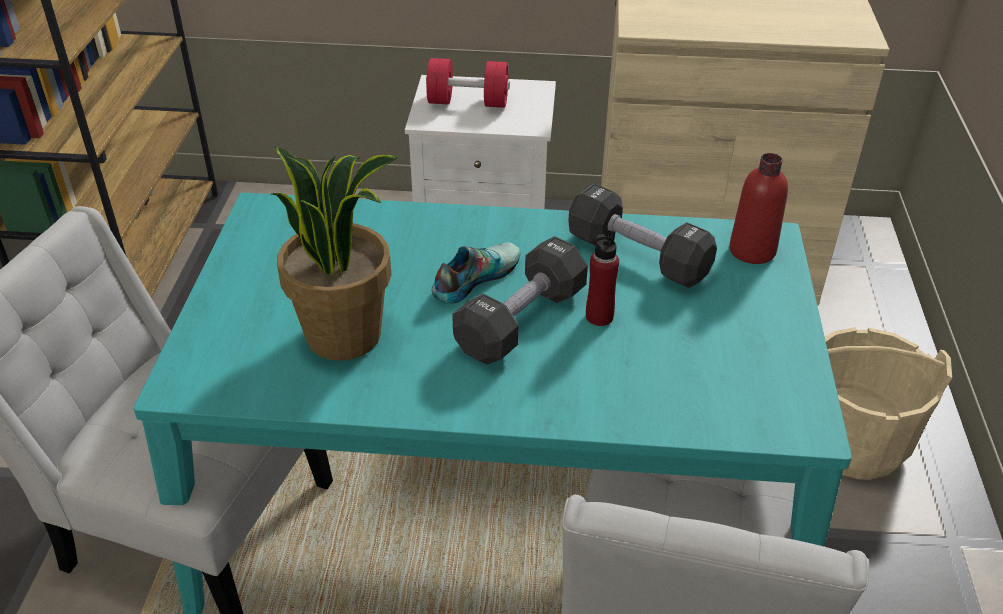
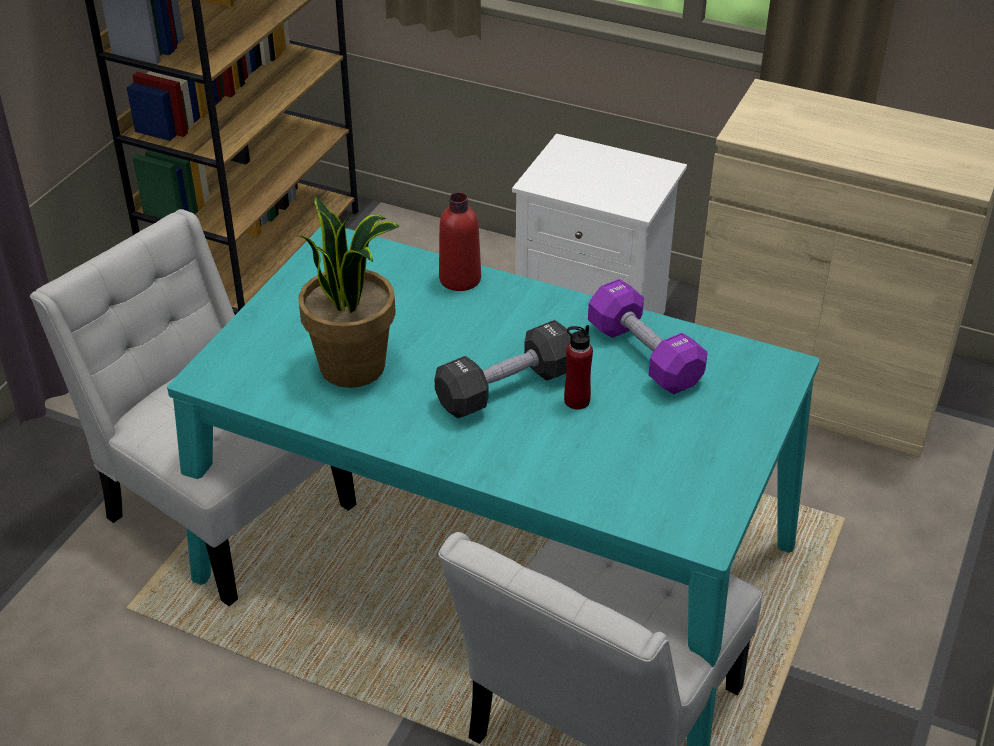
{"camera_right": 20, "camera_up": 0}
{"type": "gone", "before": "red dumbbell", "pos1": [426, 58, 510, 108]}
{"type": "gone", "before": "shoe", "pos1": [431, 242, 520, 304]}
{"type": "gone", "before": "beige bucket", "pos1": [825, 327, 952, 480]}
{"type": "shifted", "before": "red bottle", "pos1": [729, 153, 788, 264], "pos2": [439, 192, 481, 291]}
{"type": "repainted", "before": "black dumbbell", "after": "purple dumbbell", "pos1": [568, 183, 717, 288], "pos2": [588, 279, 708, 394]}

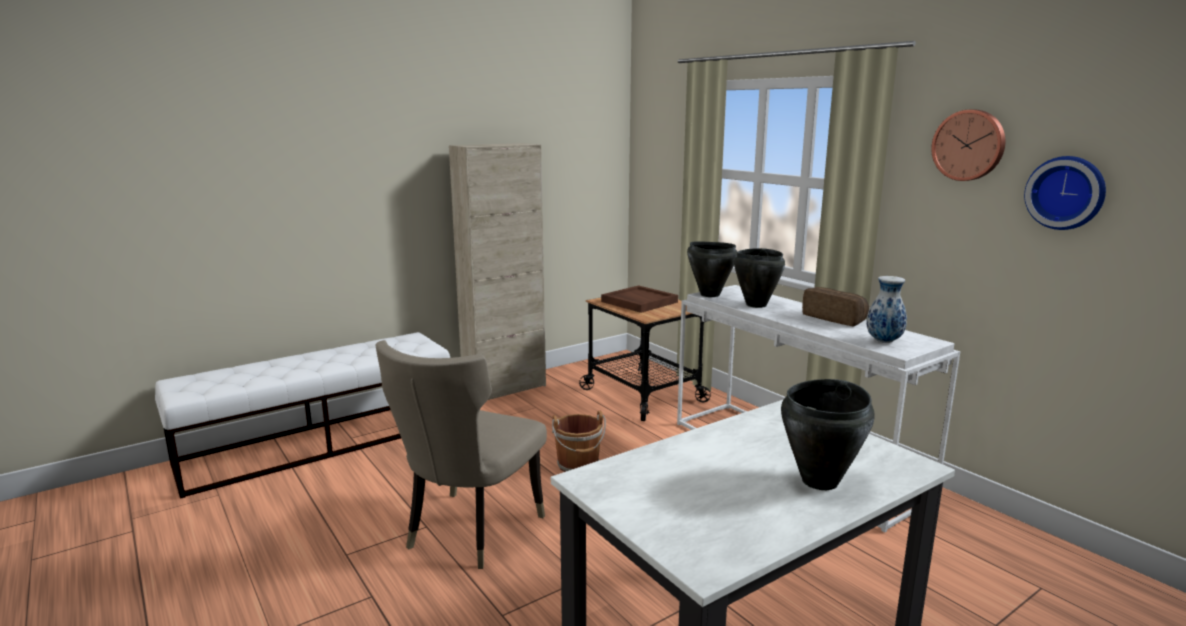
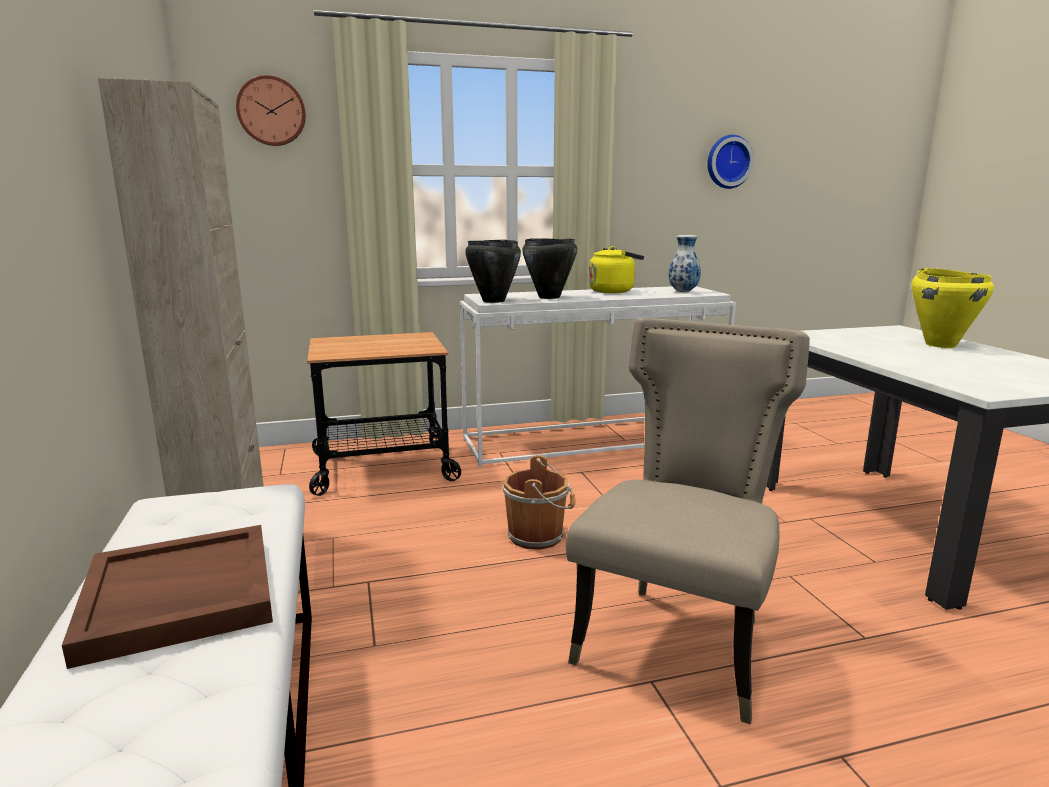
{"camera_right": -70, "camera_up": 0}
{"type": "shifted", "before": "brown tray", "pos1": [601, 285, 678, 313], "pos2": [62, 525, 273, 669]}
{"type": "shifted", "before": "wall clock", "pos1": [931, 110, 1005, 181], "pos2": [236, 75, 306, 146]}
{"type": "swapped", "before": "bread", "after": "yellow kettle", "pos1": [802, 287, 869, 327], "pos2": [589, 246, 644, 293]}
{"type": "repainted", "before": "black cooking pot", "after": "yellow cooking pot", "pos1": [781, 379, 875, 490], "pos2": [912, 268, 994, 348]}
{"type": "rotated", "before": "beige chair", "pos1": [375, 340, 547, 569], "pos2": [566, 318, 810, 725], "turn": -105}

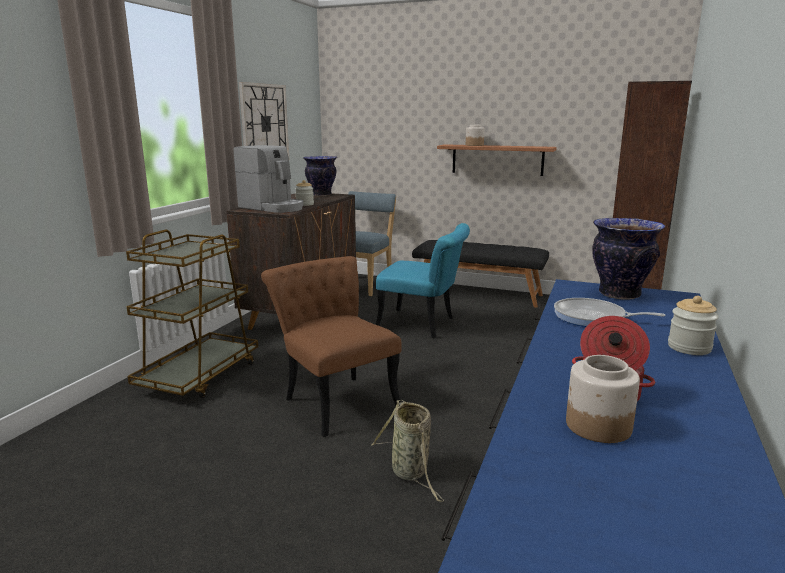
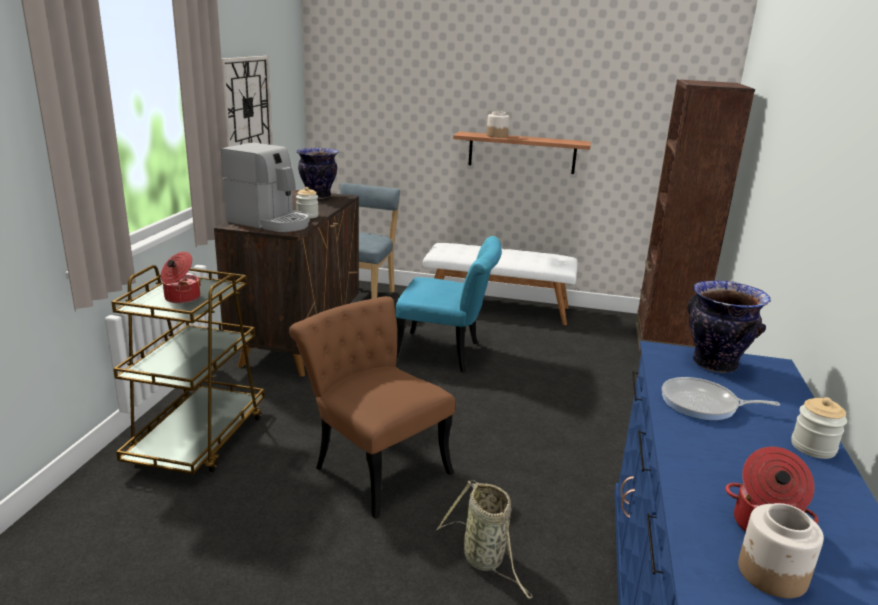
{"camera_right": -10, "camera_up": 5}
{"type": "new", "after": "cooking pot", "pos2": [161, 252, 201, 304]}
{"type": "repainted", "before": "black bench", "after": "white bench", "pos1": [412, 240, 549, 308], "pos2": [423, 243, 578, 325]}

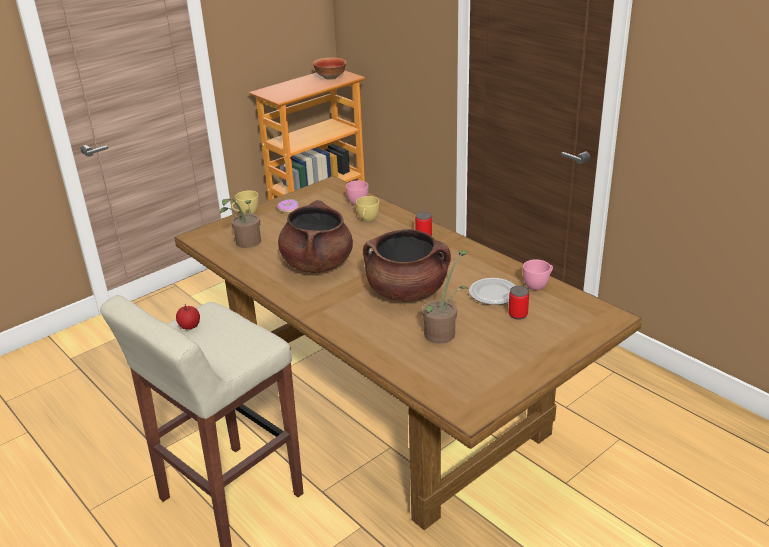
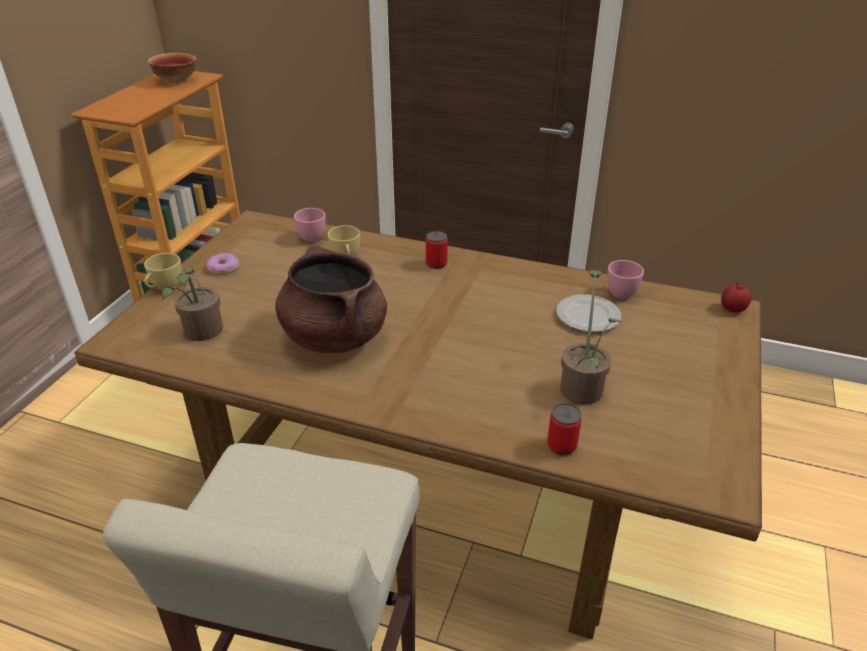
{"camera_right": -30, "camera_up": 5}
{"type": "gone", "before": "brown cooking pot", "pos1": [363, 229, 451, 302]}
{"type": "shifted", "before": "apple", "pos1": [176, 304, 200, 330], "pos2": [721, 283, 752, 313]}
{"type": "shifted", "before": "can", "pos1": [508, 286, 529, 320], "pos2": [547, 403, 582, 456]}

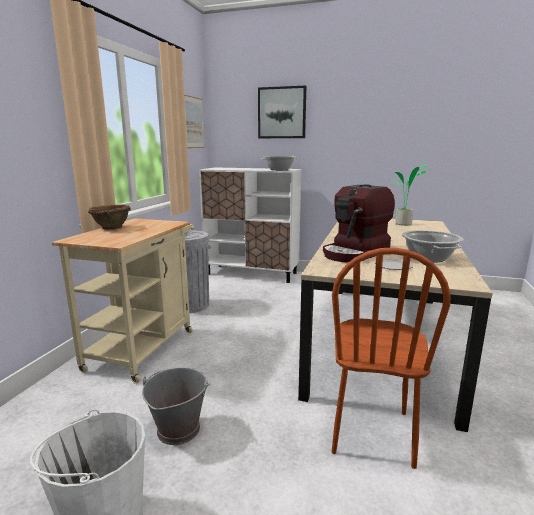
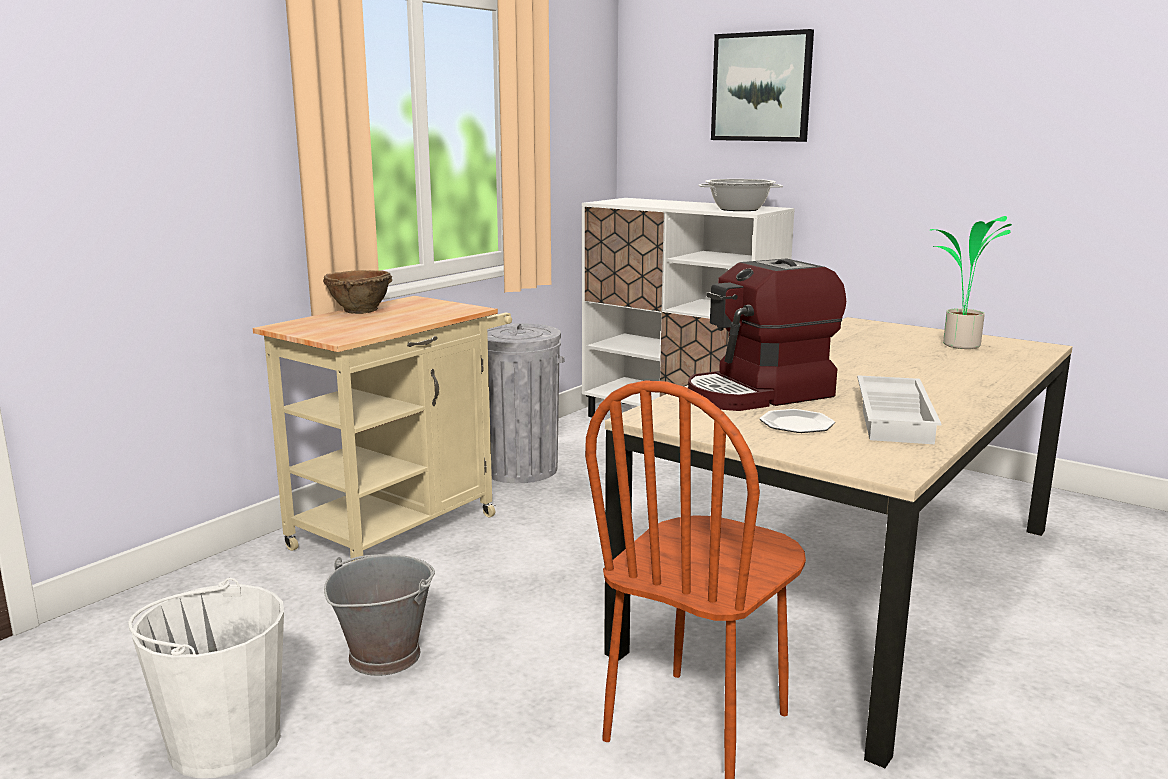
{"camera_right": 20, "camera_up": 0}
{"type": "gone", "before": "picture", "pos1": [184, 95, 204, 148]}
{"type": "swapped", "before": "cooking pot", "after": "white tray", "pos1": [402, 230, 464, 262], "pos2": [857, 375, 941, 444]}

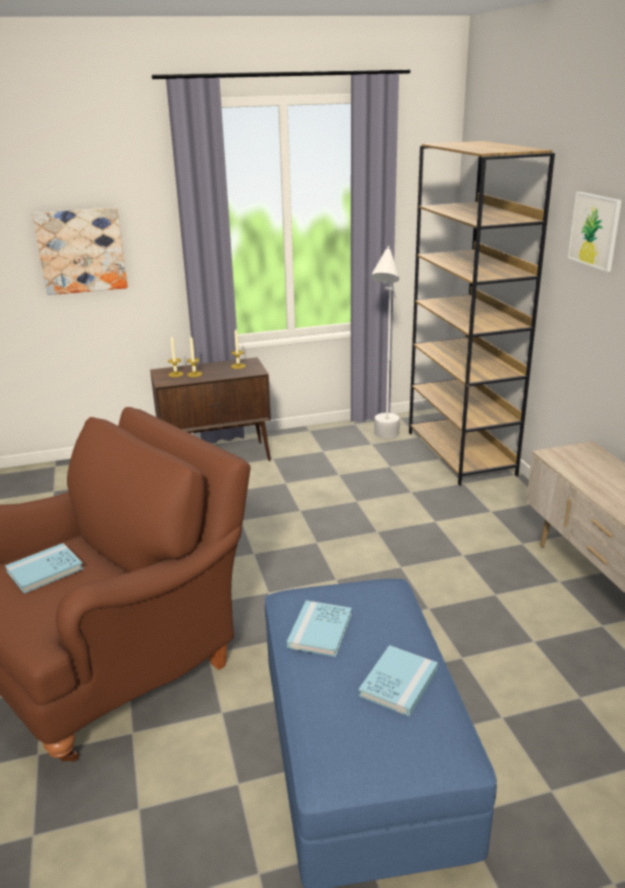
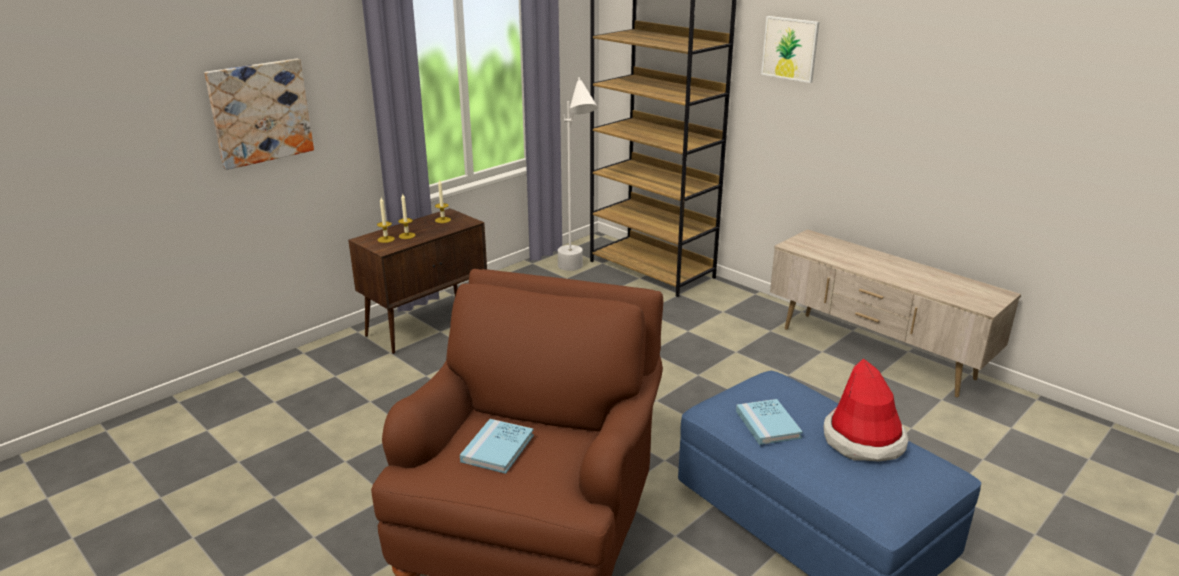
{"camera_right": -30, "camera_up": 0}
{"type": "swapped", "before": "blue book", "after": "hat", "pos1": [359, 645, 438, 717], "pos2": [823, 358, 908, 462]}

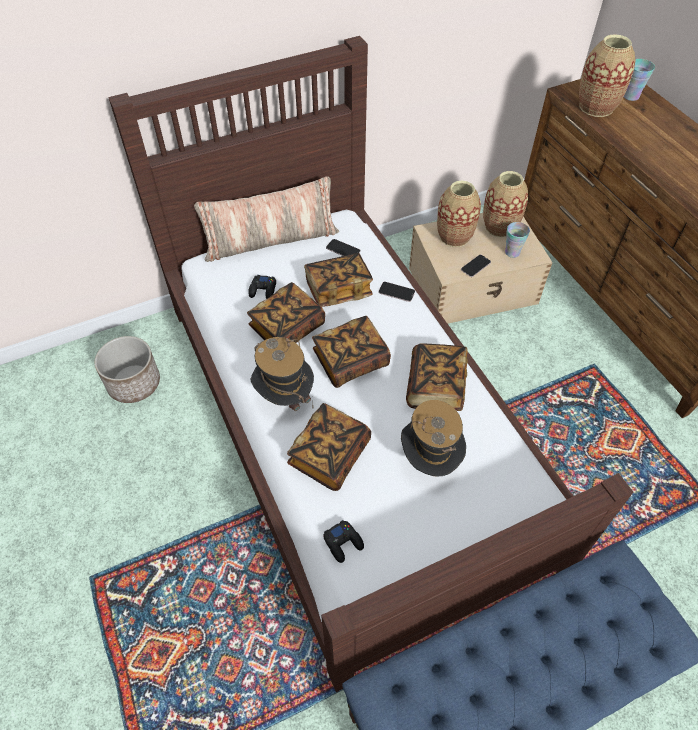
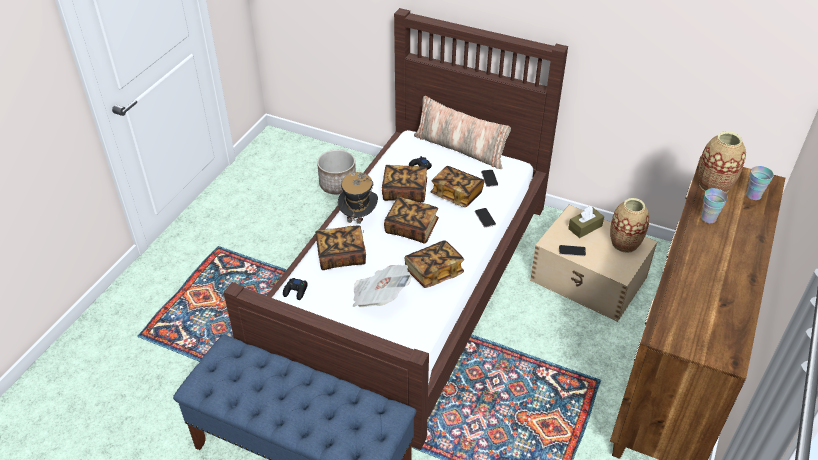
{"camera_right": 50, "camera_up": -10}
{"type": "shifted", "before": "cup", "pos1": [505, 222, 530, 258], "pos2": [701, 188, 728, 223]}
{"type": "swapped", "before": "hat", "after": "newspaper", "pos1": [401, 400, 466, 477], "pos2": [353, 265, 411, 307]}
{"type": "swapped", "before": "vase", "after": "brown tissue box", "pos1": [437, 180, 481, 247], "pos2": [568, 206, 604, 238]}

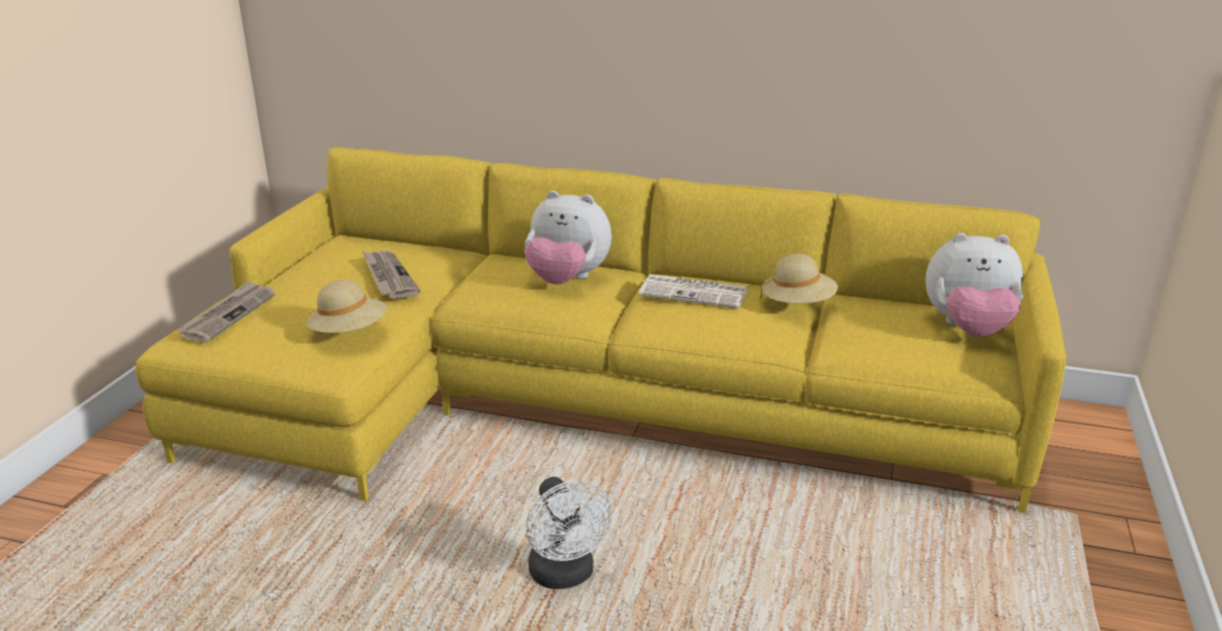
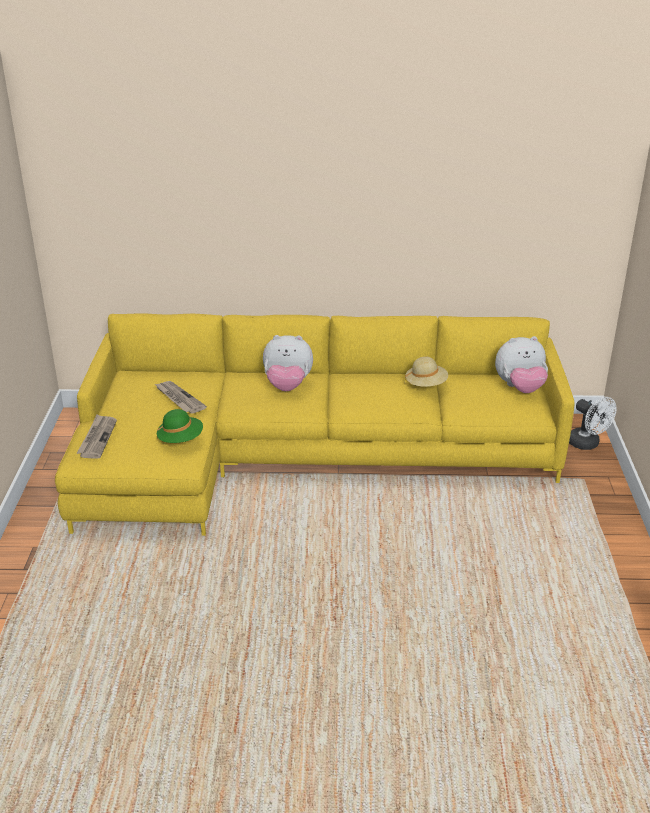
{"camera_right": -15, "camera_up": 5}
{"type": "gone", "before": "newspaper", "pos1": [639, 274, 748, 309]}
{"type": "shifted", "before": "white fan", "pos1": [526, 477, 613, 589], "pos2": [569, 397, 616, 450]}
{"type": "repainted", "before": "beige hat", "after": "green hat", "pos1": [306, 280, 387, 333], "pos2": [157, 409, 203, 443]}

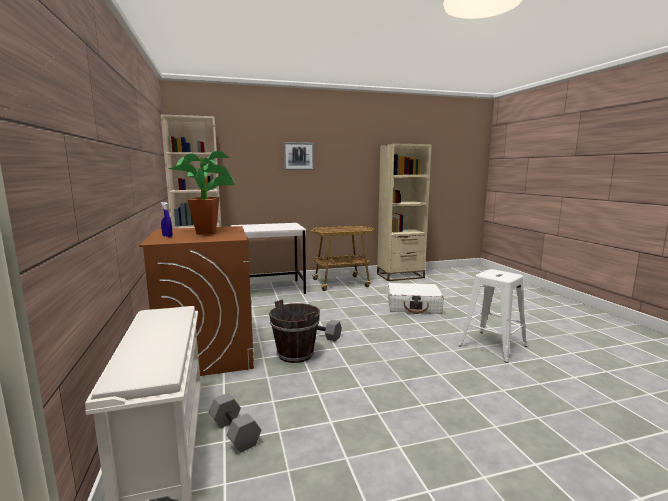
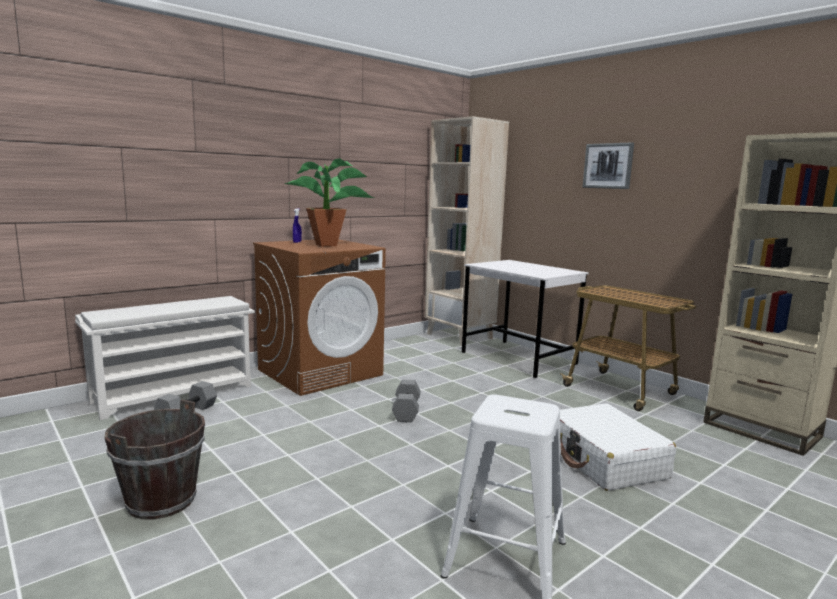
{"camera_right": 65, "camera_up": 0}
{"type": "shifted", "before": "brown bucket", "pos1": [269, 299, 320, 363], "pos2": [104, 400, 205, 520]}

